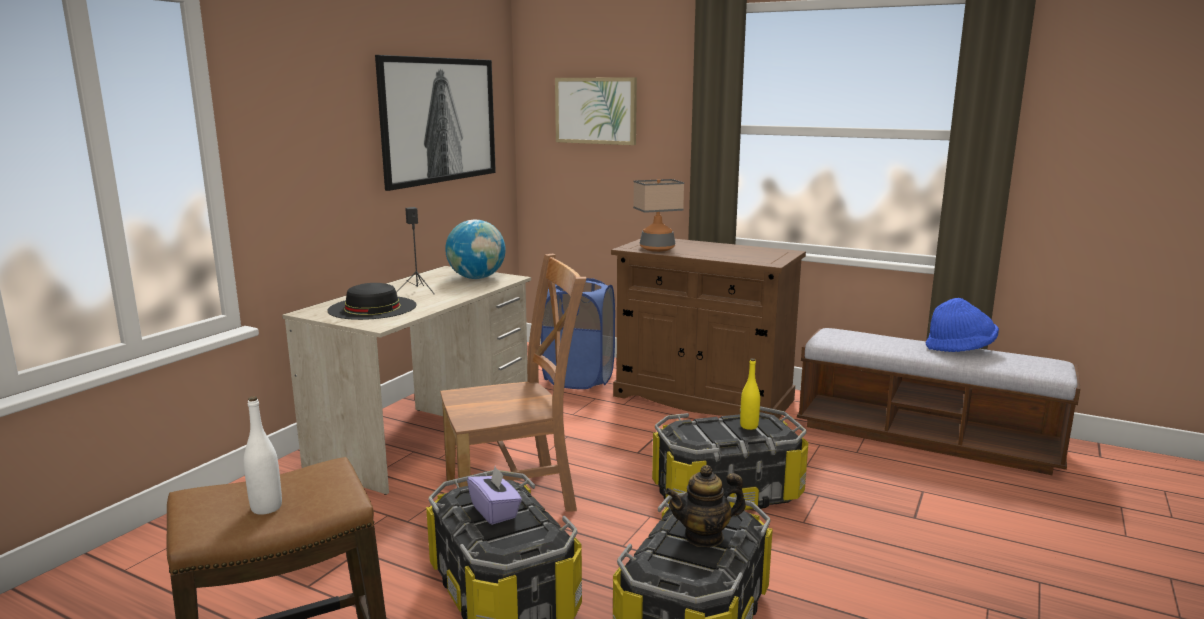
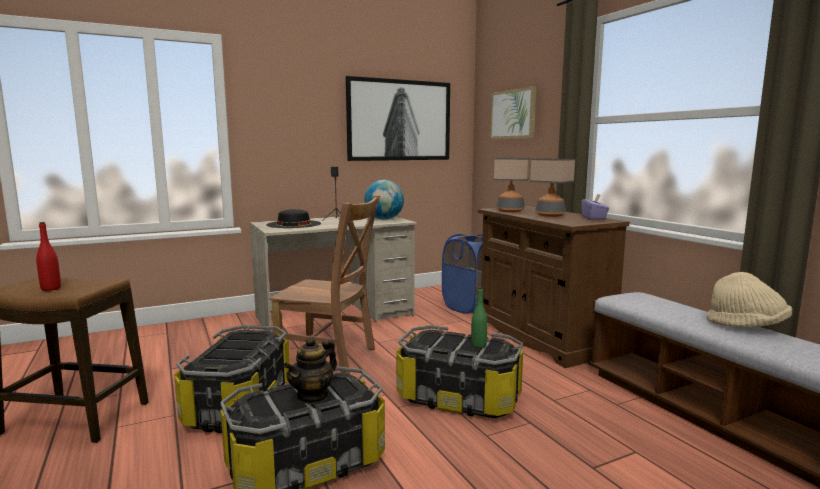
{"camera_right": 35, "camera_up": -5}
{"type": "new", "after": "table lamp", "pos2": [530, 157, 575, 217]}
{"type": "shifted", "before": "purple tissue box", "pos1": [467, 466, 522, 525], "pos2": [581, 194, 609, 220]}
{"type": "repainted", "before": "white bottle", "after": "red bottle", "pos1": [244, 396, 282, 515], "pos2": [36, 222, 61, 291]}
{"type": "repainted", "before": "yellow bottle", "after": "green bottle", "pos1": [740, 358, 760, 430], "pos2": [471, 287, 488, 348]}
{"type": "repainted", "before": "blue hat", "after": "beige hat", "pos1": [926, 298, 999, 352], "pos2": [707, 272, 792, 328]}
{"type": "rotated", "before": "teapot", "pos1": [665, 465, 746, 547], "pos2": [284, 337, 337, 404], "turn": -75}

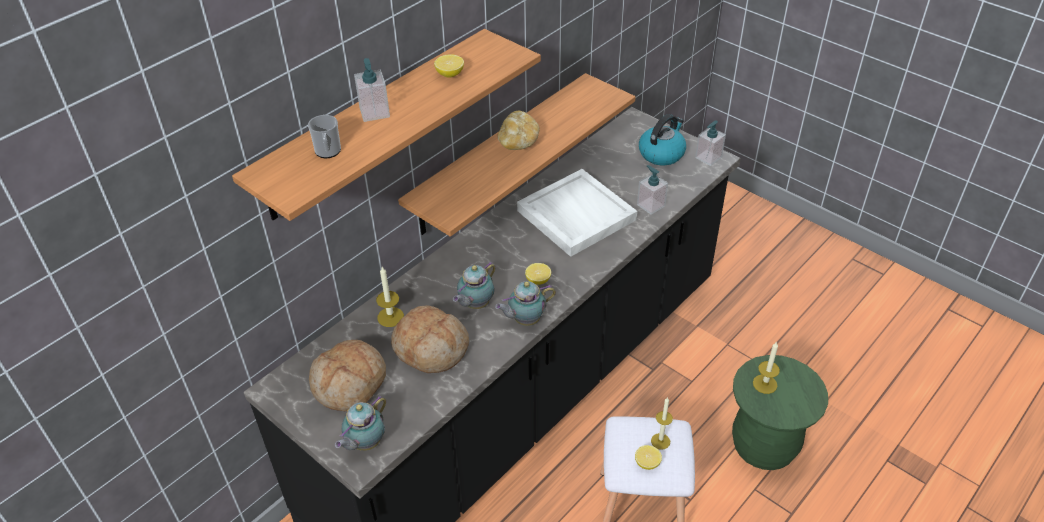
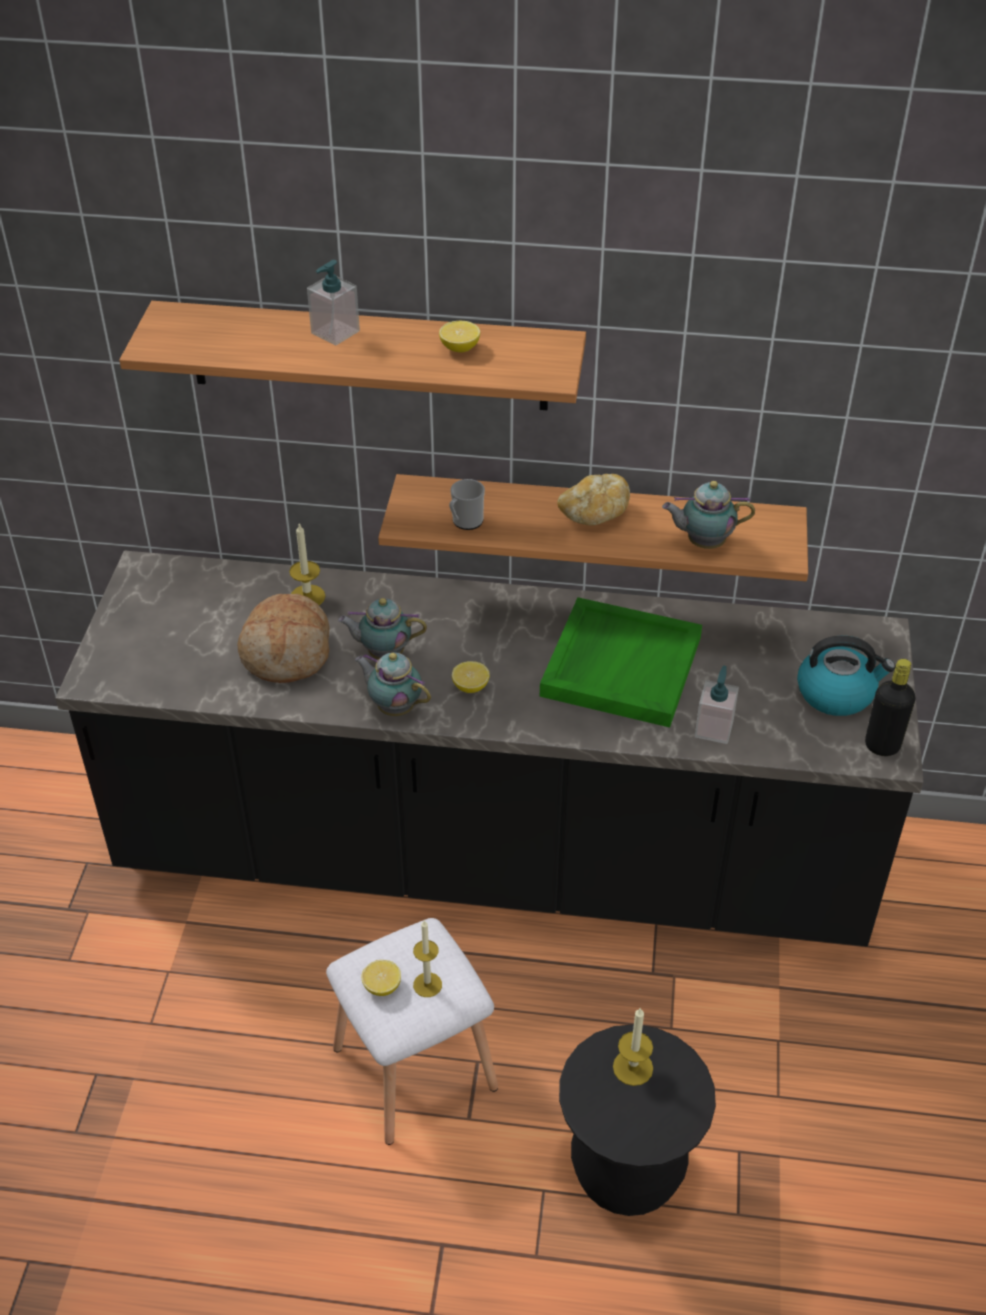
{"camera_right": 55, "camera_up": 0}
{"type": "gone", "before": "bread", "pos1": [309, 340, 386, 411]}
{"type": "shifted", "before": "mug", "pos1": [308, 115, 341, 158], "pos2": [449, 479, 485, 530]}
{"type": "shifted", "before": "teapot", "pos1": [335, 396, 386, 451], "pos2": [662, 481, 755, 549]}
{"type": "swapped", "before": "soap dispenser", "after": "black bottle", "pos1": [695, 120, 726, 166], "pos2": [865, 659, 916, 756]}
{"type": "repainted", "before": "white tray", "after": "green tray", "pos1": [517, 169, 637, 257], "pos2": [540, 597, 702, 727]}
{"type": "repainted", "before": "green stool", "after": "black stool", "pos1": [732, 355, 828, 470], "pos2": [559, 1024, 716, 1216]}

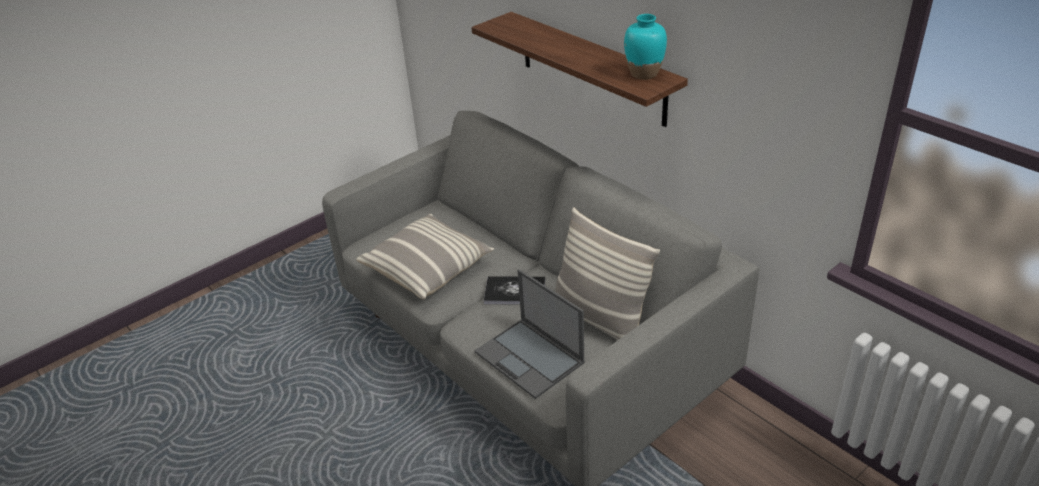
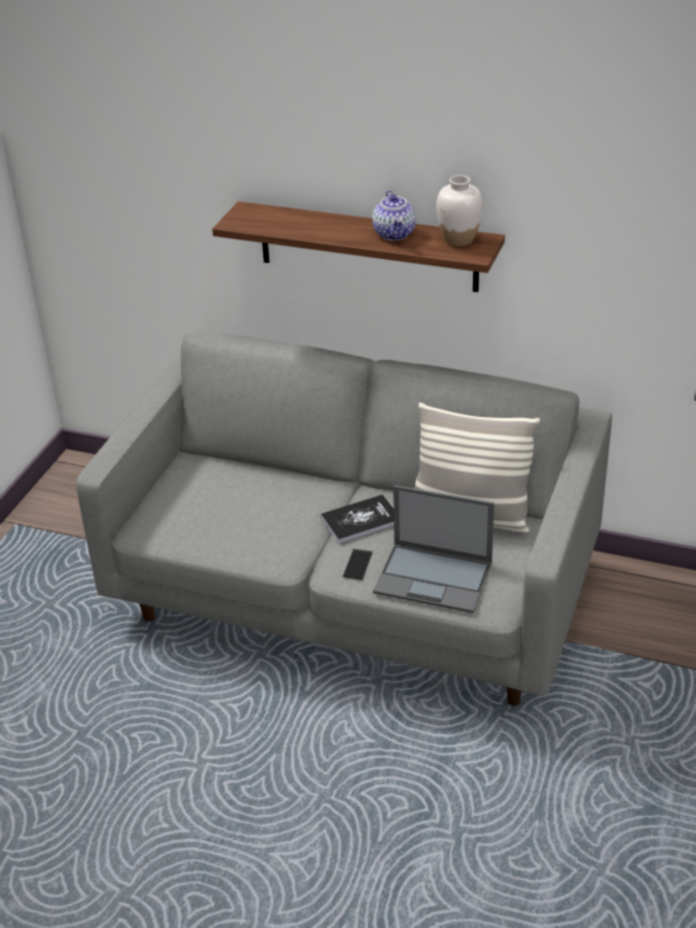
{"camera_right": -30, "camera_up": 0}
{"type": "gone", "before": "pillow", "pos1": [356, 214, 494, 300]}
{"type": "new", "after": "phone", "pos2": [343, 549, 373, 580]}
{"type": "new", "after": "teapot", "pos2": [372, 190, 416, 240]}
{"type": "repainted", "before": "turquoise vase", "after": "white vase", "pos1": [624, 14, 667, 80], "pos2": [436, 175, 483, 246]}

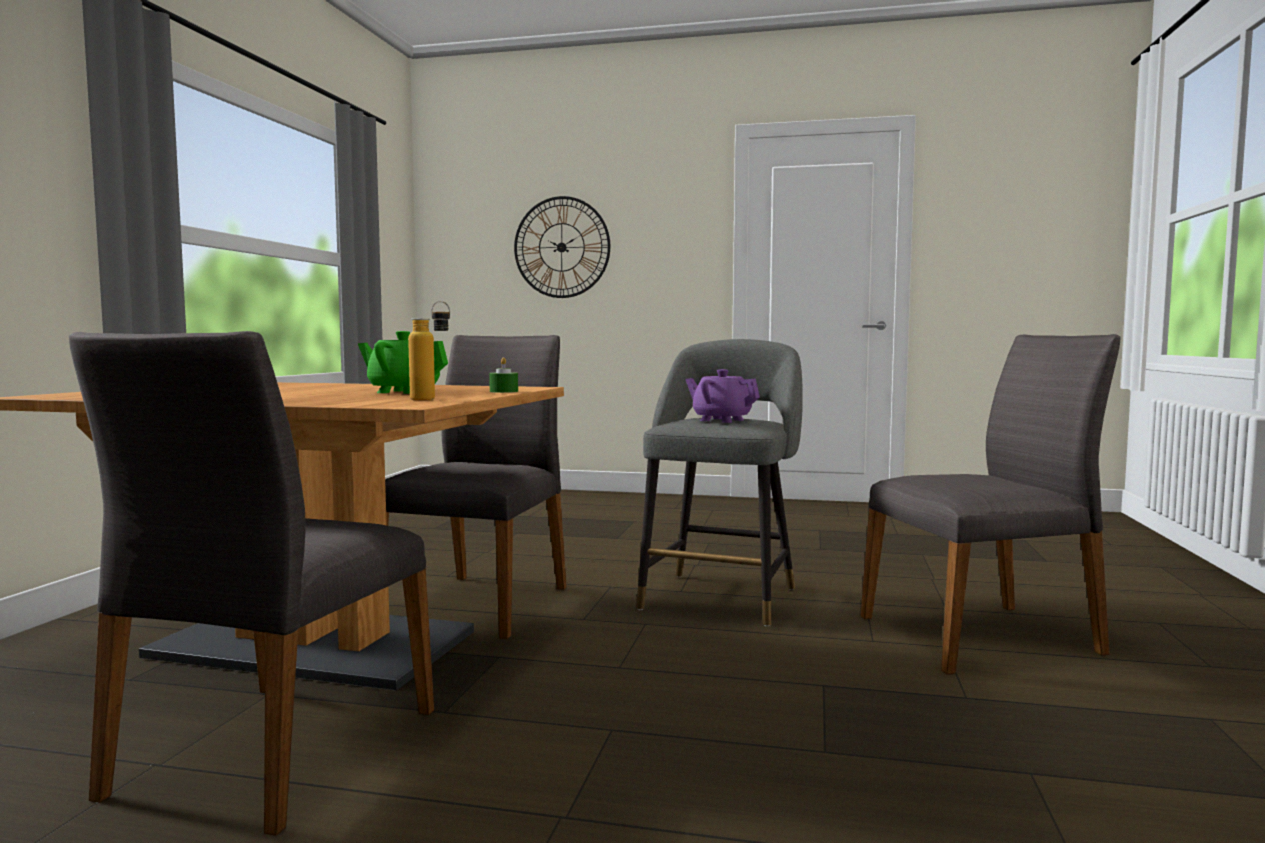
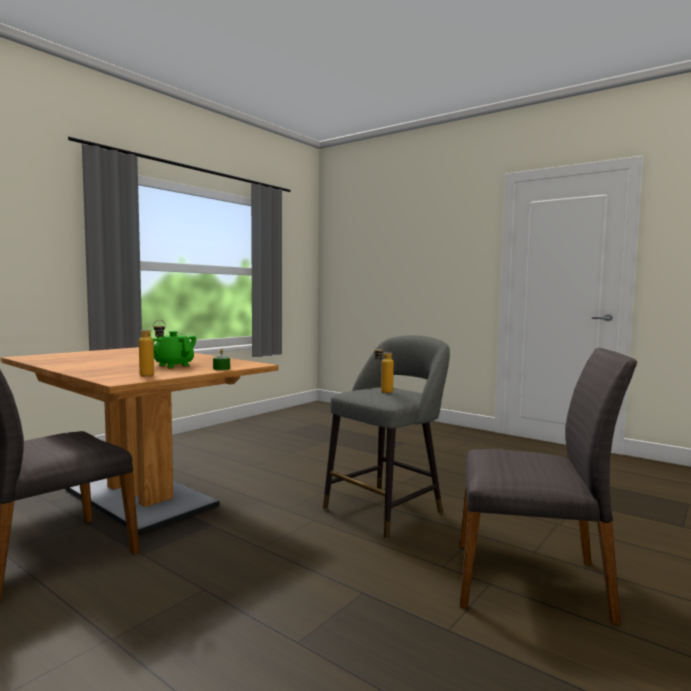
{"camera_right": 25, "camera_up": 0}
{"type": "gone", "before": "grey chair", "pos1": [385, 335, 567, 639]}
{"type": "gone", "before": "wall clock", "pos1": [514, 196, 610, 298]}
{"type": "swapped", "before": "purple teapot", "after": "bottle", "pos1": [685, 369, 760, 423], "pos2": [374, 344, 394, 393]}

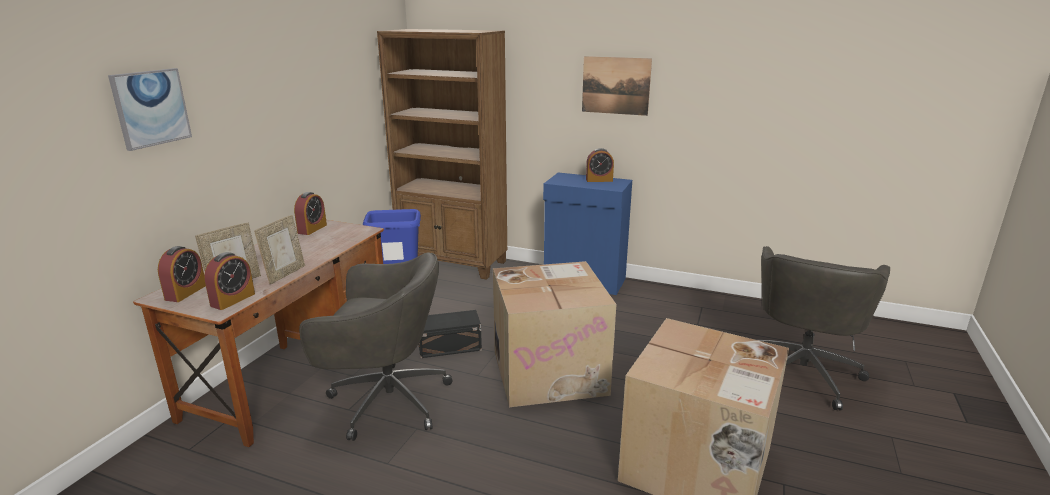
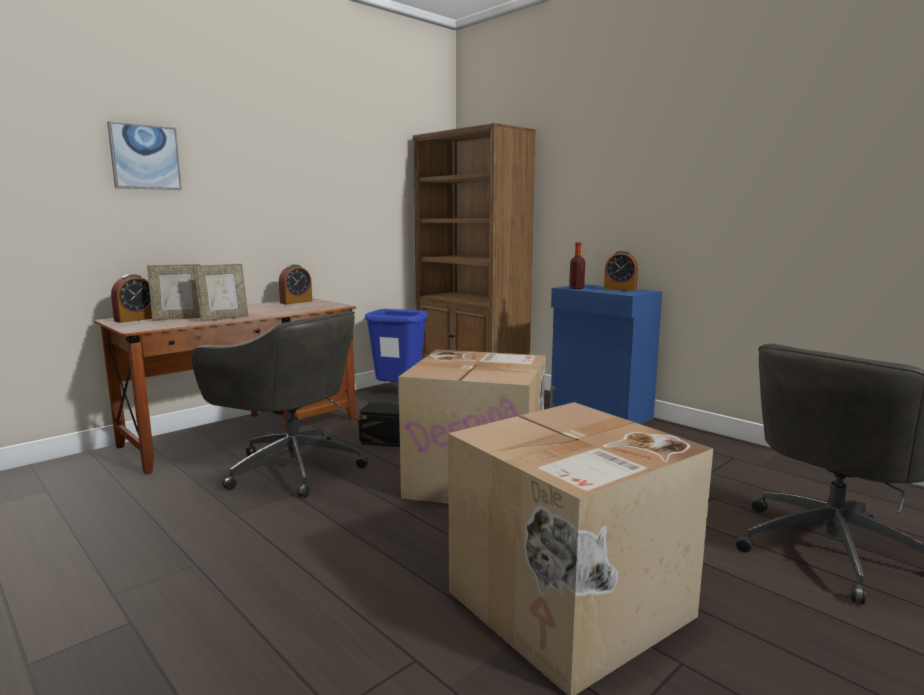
{"camera_right": 25, "camera_up": -10}
{"type": "gone", "before": "alarm clock", "pos1": [204, 252, 255, 310]}
{"type": "gone", "before": "picture", "pos1": [582, 56, 652, 116]}
{"type": "new", "after": "bottle", "pos2": [569, 242, 585, 289]}

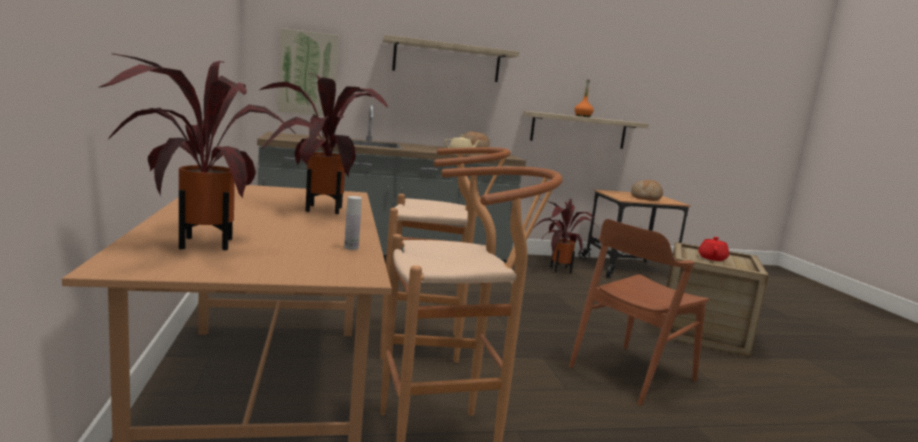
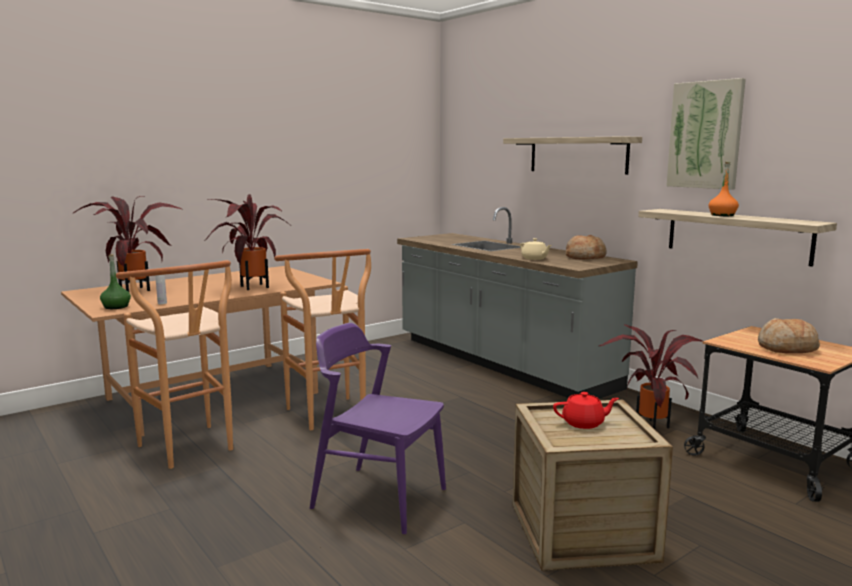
{"camera_right": 65, "camera_up": 0}
{"type": "new", "after": "green bottle", "pos2": [100, 254, 131, 309]}
{"type": "shifted", "before": "picture", "pos1": [278, 28, 339, 116], "pos2": [666, 78, 746, 190]}
{"type": "repainted", "before": "brown chair", "after": "purple chair", "pos1": [569, 219, 709, 405], "pos2": [310, 323, 446, 534]}

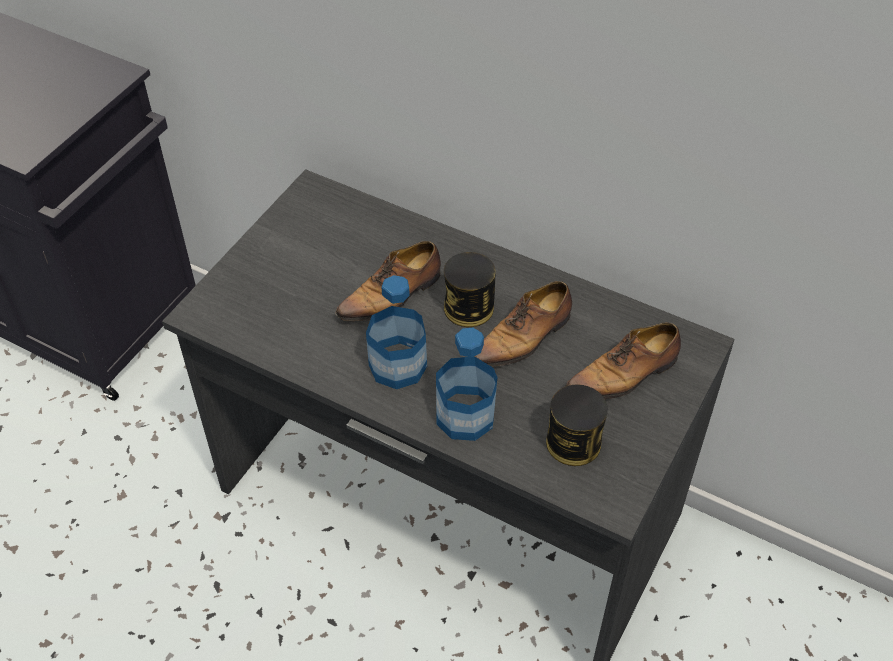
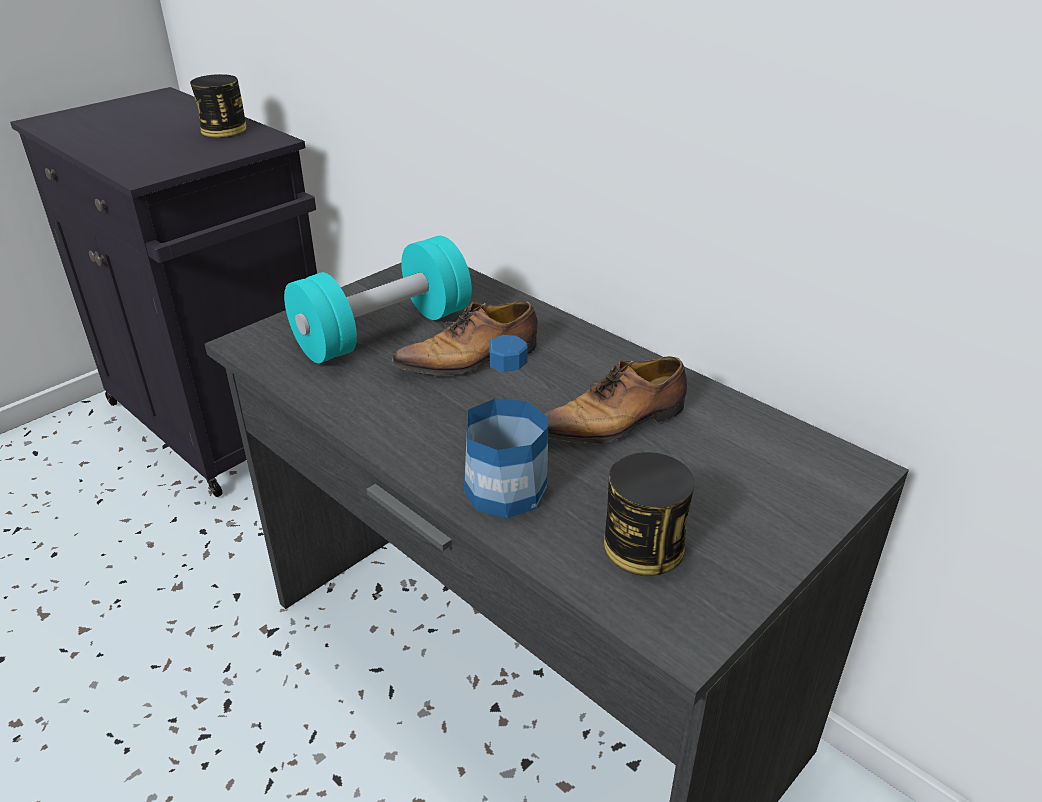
{"camera_right": 15, "camera_up": -15}
{"type": "gone", "before": "bottle", "pos1": [366, 275, 427, 389]}
{"type": "gone", "before": "shoe", "pos1": [565, 322, 681, 399]}
{"type": "new", "after": "turquoise dumbbell", "pos2": [284, 236, 472, 363]}
{"type": "shifted", "before": "can", "pos1": [444, 252, 496, 327], "pos2": [190, 74, 247, 138]}

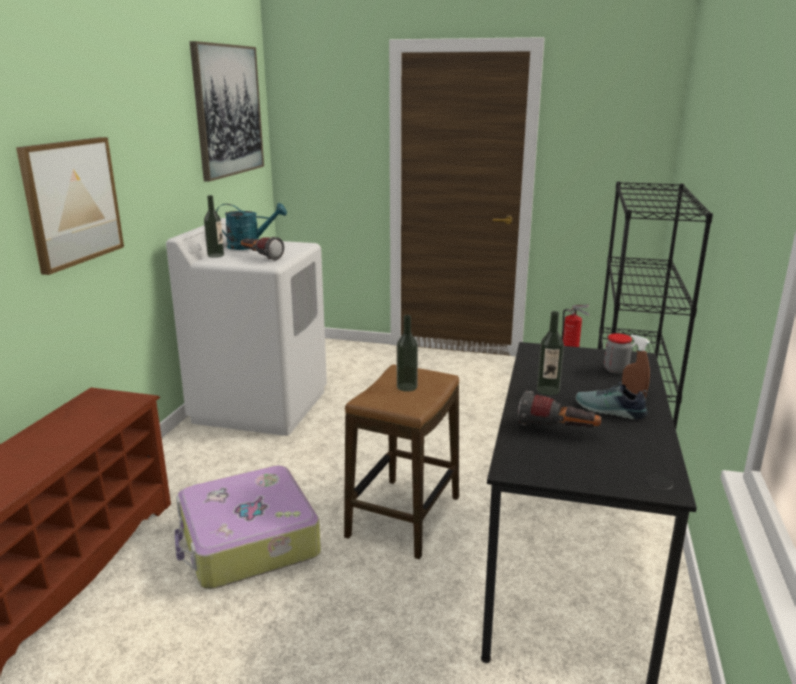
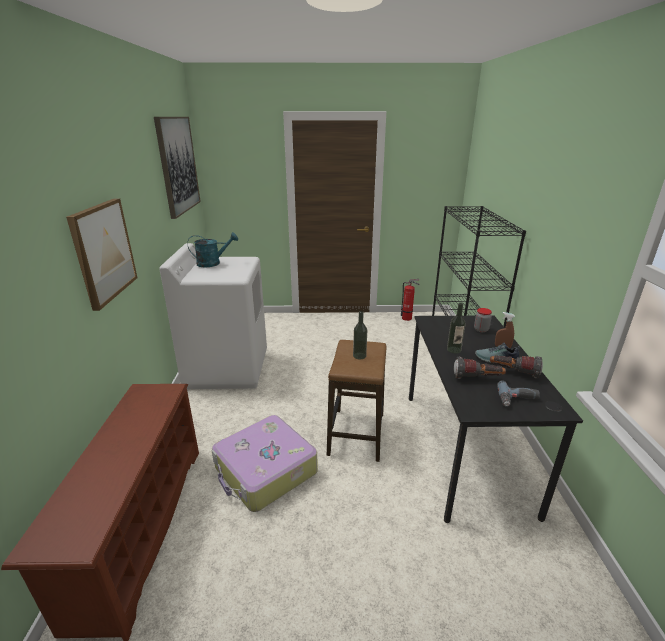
{"camera_right": -15, "camera_up": 5}
{"type": "gone", "before": "bottle", "pos1": [204, 195, 224, 258]}
{"type": "new", "after": "power drill", "pos2": [497, 381, 540, 406]}
{"type": "shifted", "before": "flashlight", "pos1": [241, 237, 284, 261], "pos2": [490, 355, 543, 378]}

